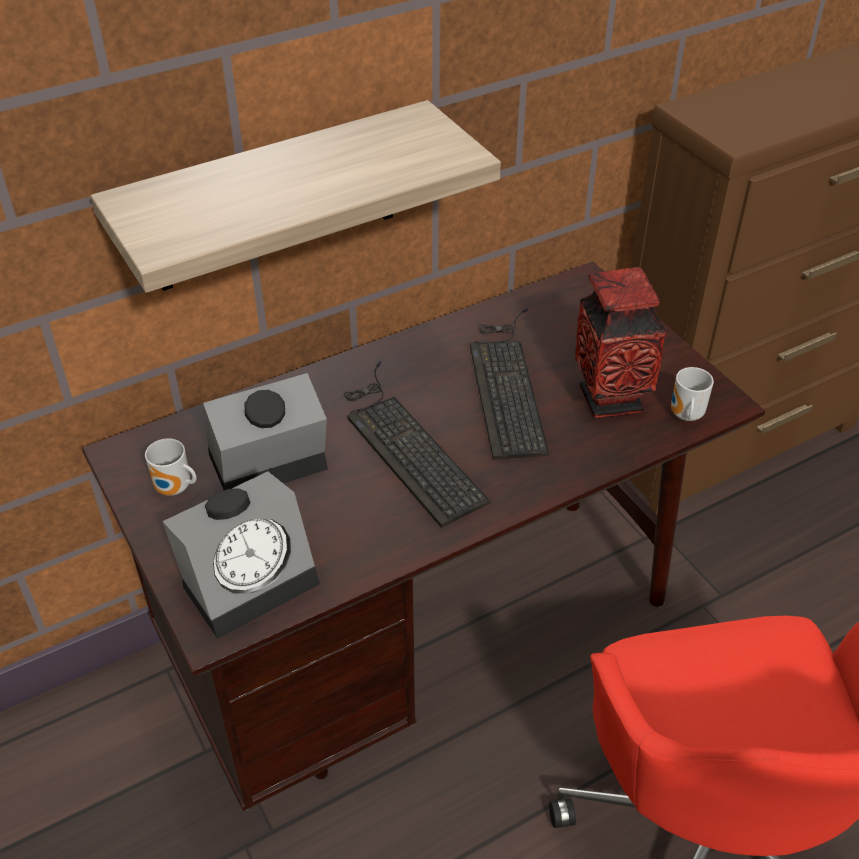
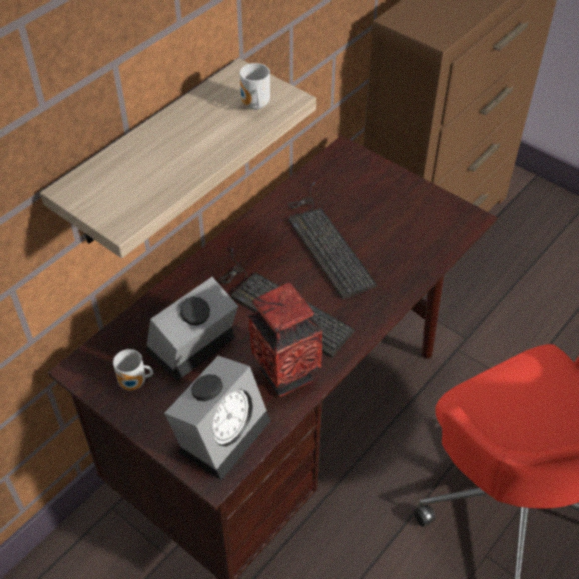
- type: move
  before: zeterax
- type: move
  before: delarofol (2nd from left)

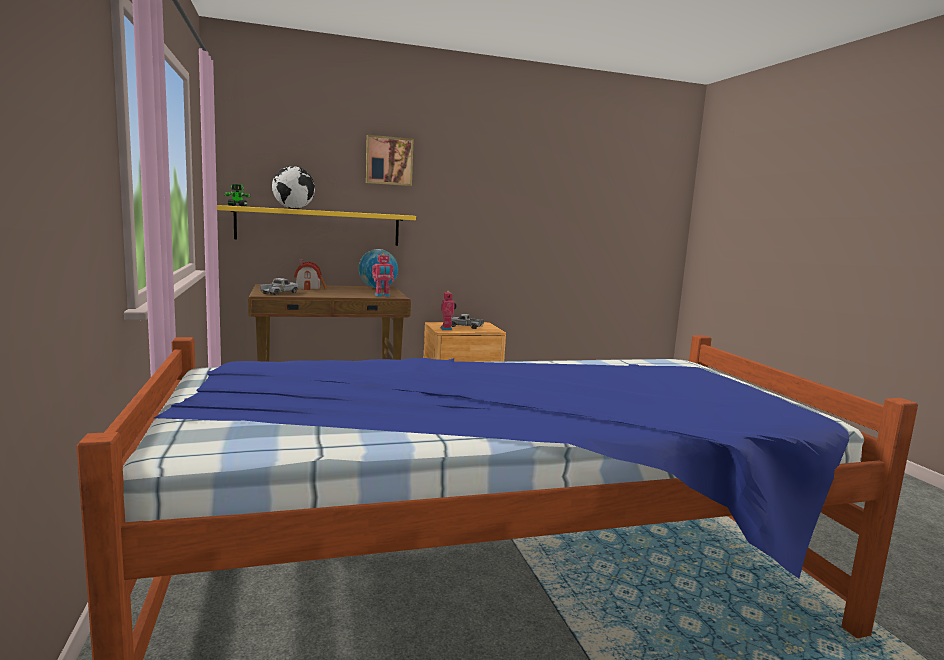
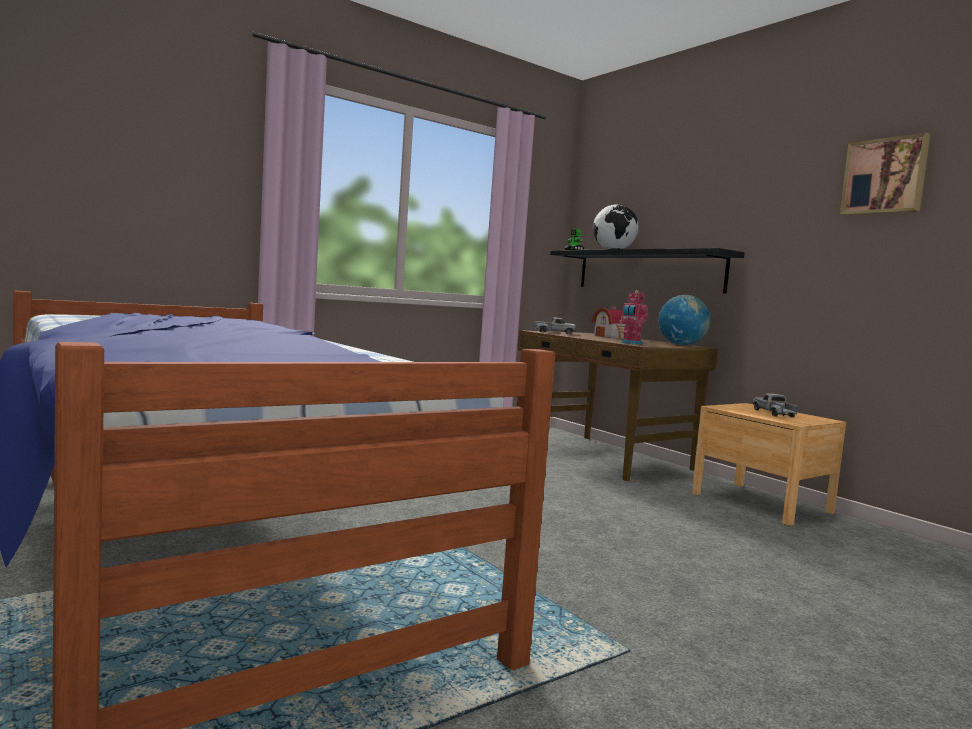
- type: recolor
  before: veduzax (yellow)
  after: veduzax (black)
- type: move
  before: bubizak
- type: delete
  before: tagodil (3rd from left)

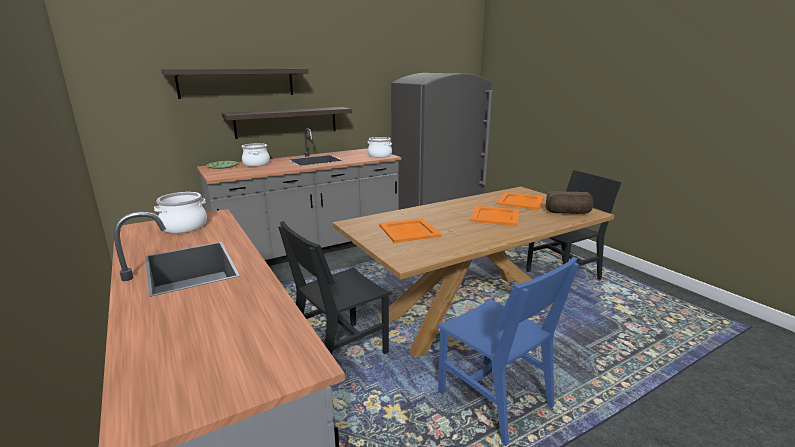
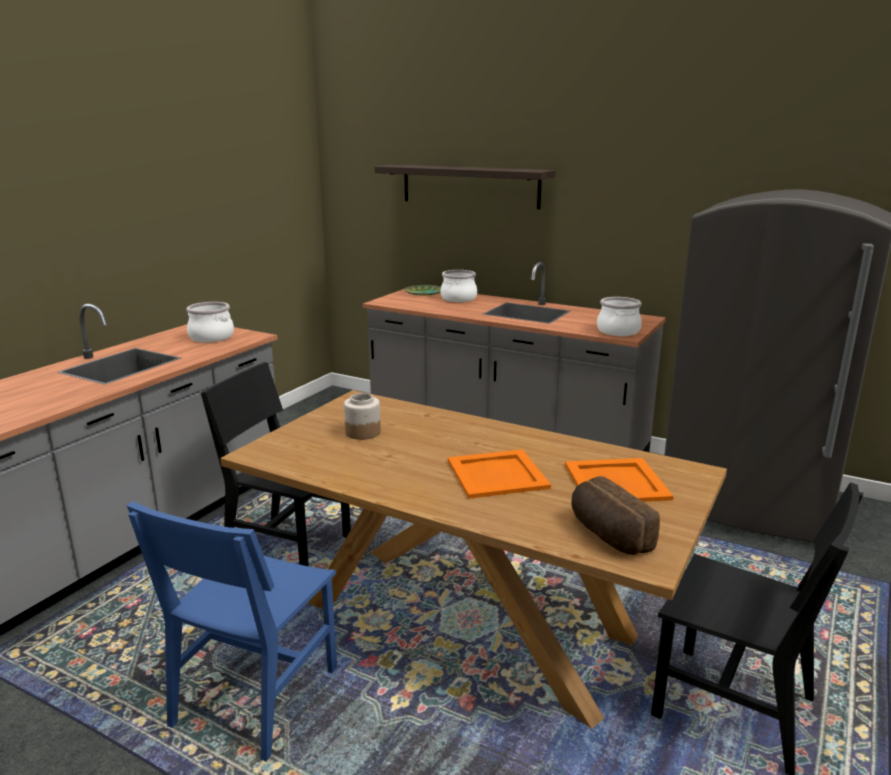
- type: delete
  before: veduzax (2nd from left)
- type: replace
  before: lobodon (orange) (1st from left)
  after: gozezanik

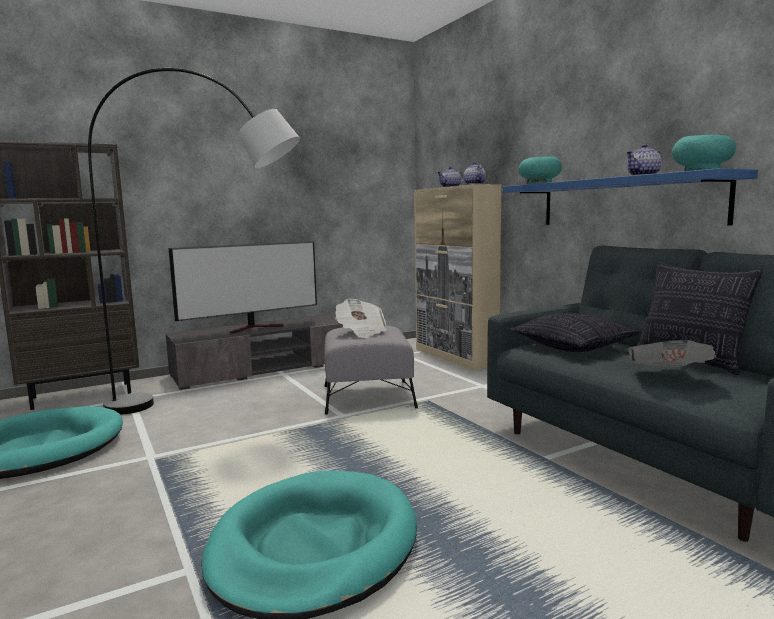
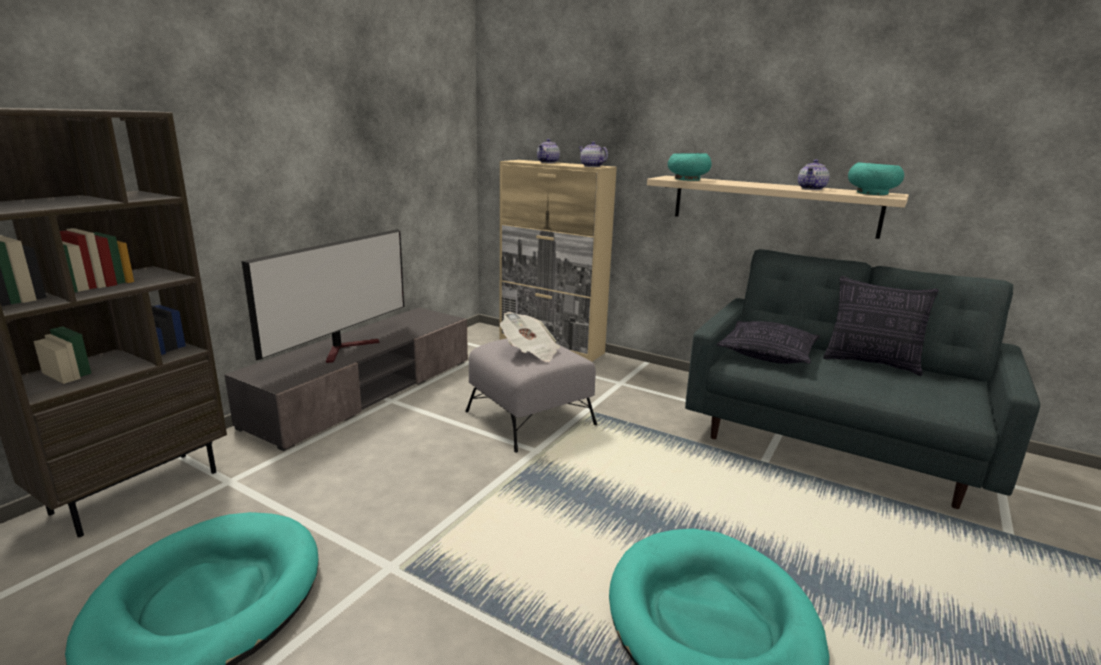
- type: delete
  before: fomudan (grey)
- type: recolor
  before: veduzax (blue)
  after: veduzax (beige)
- type: delete
  before: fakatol (2nd from left)

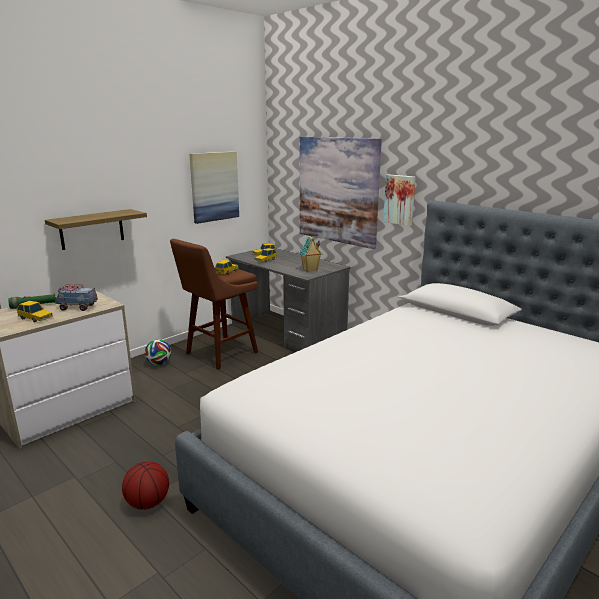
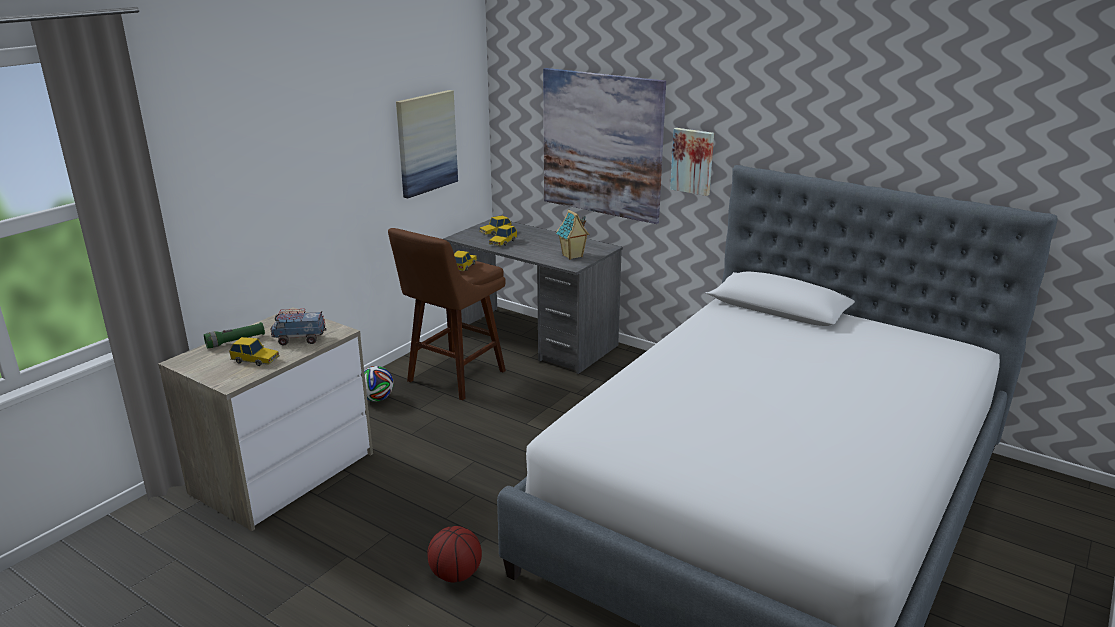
- type: delete
  before: veduzax

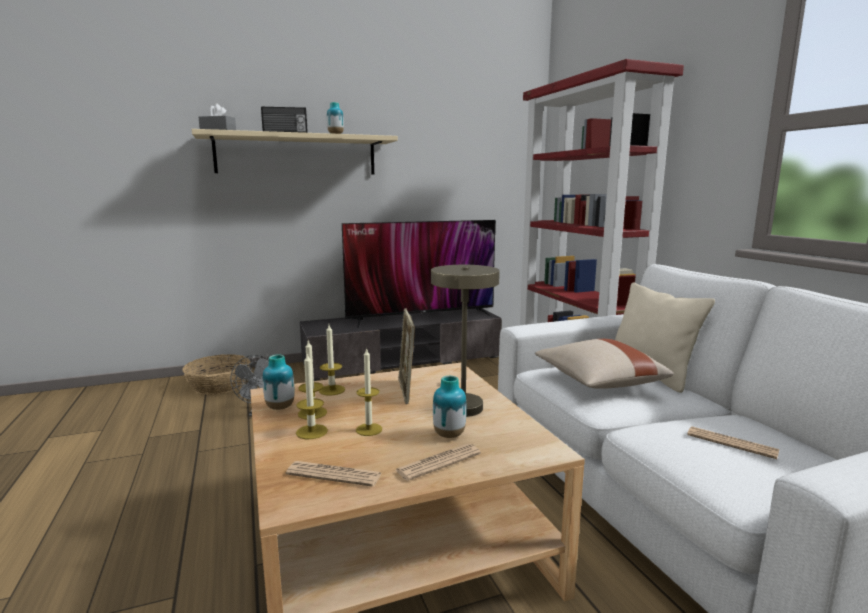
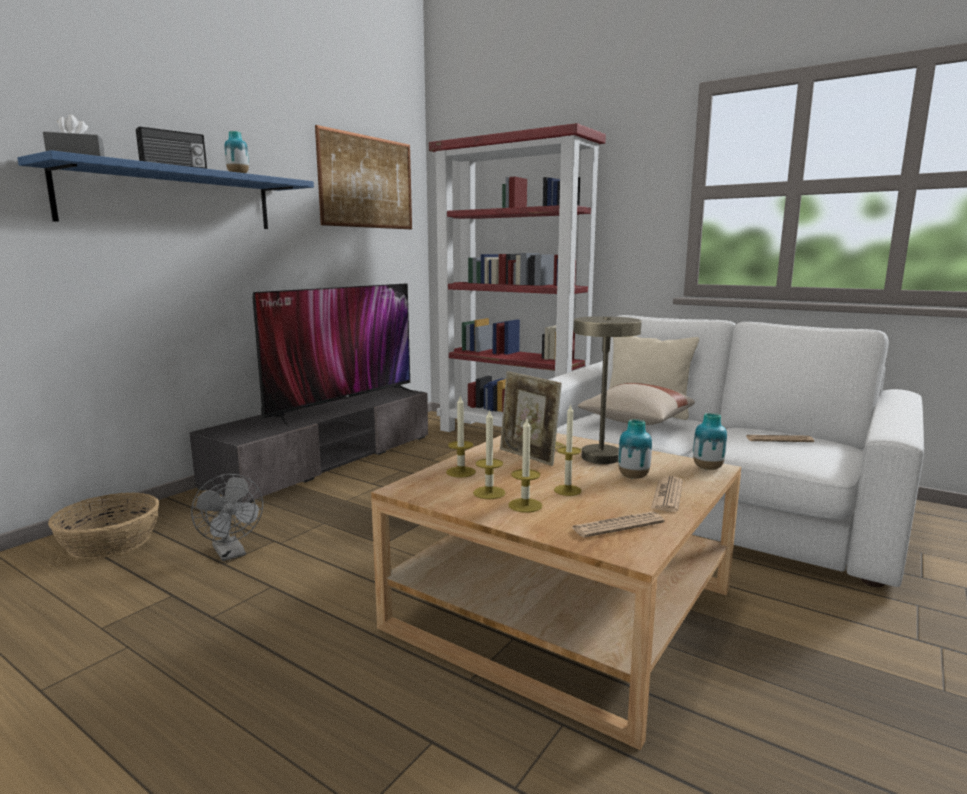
- type: recolor
  before: veduzax (beige)
  after: veduzax (blue)
- type: move
  before: zeterax (1st from left in the first image)
  after: zeterax (3rd from left)
- type: insert
  after: bubizak

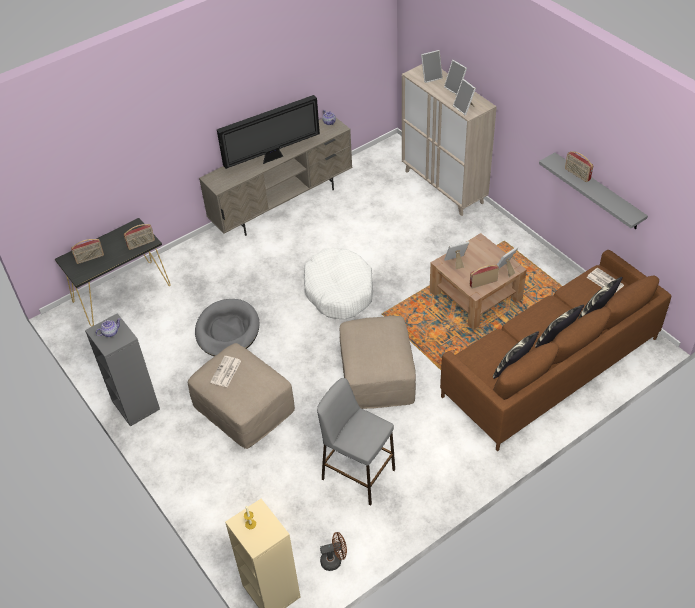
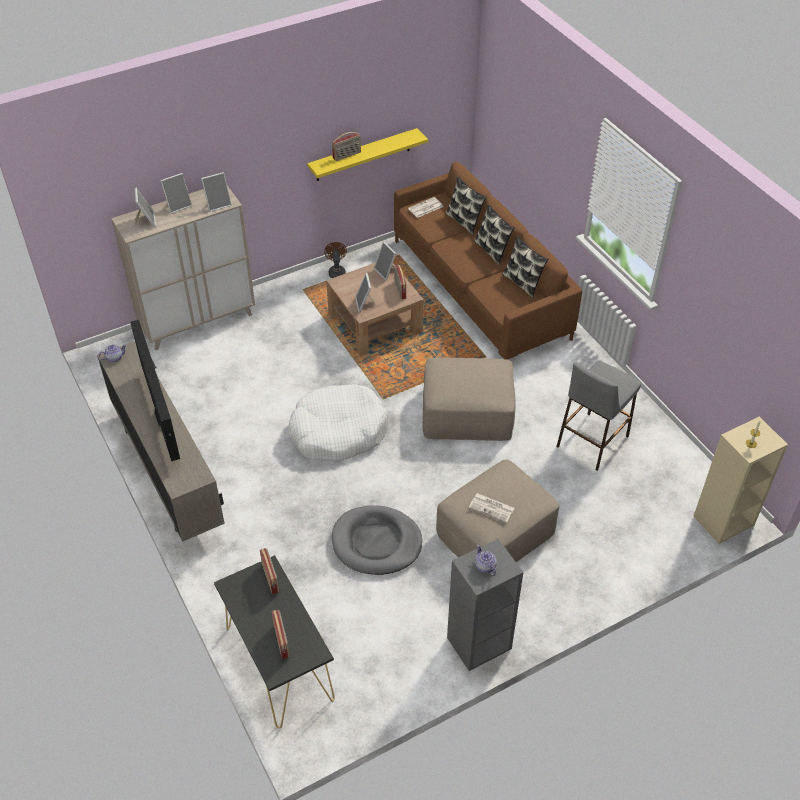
- type: move
  before: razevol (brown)
- type: recolor
  before: veduzax (grey)
  after: veduzax (yellow)

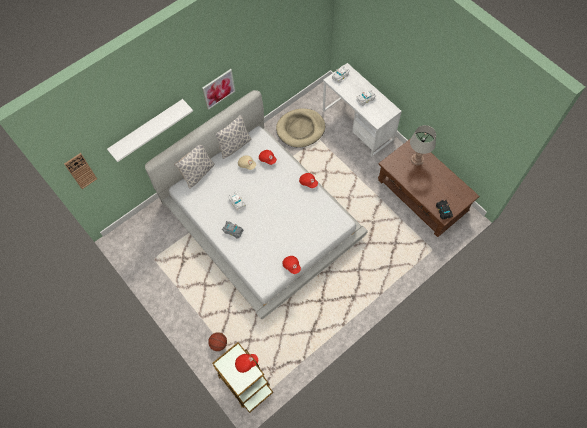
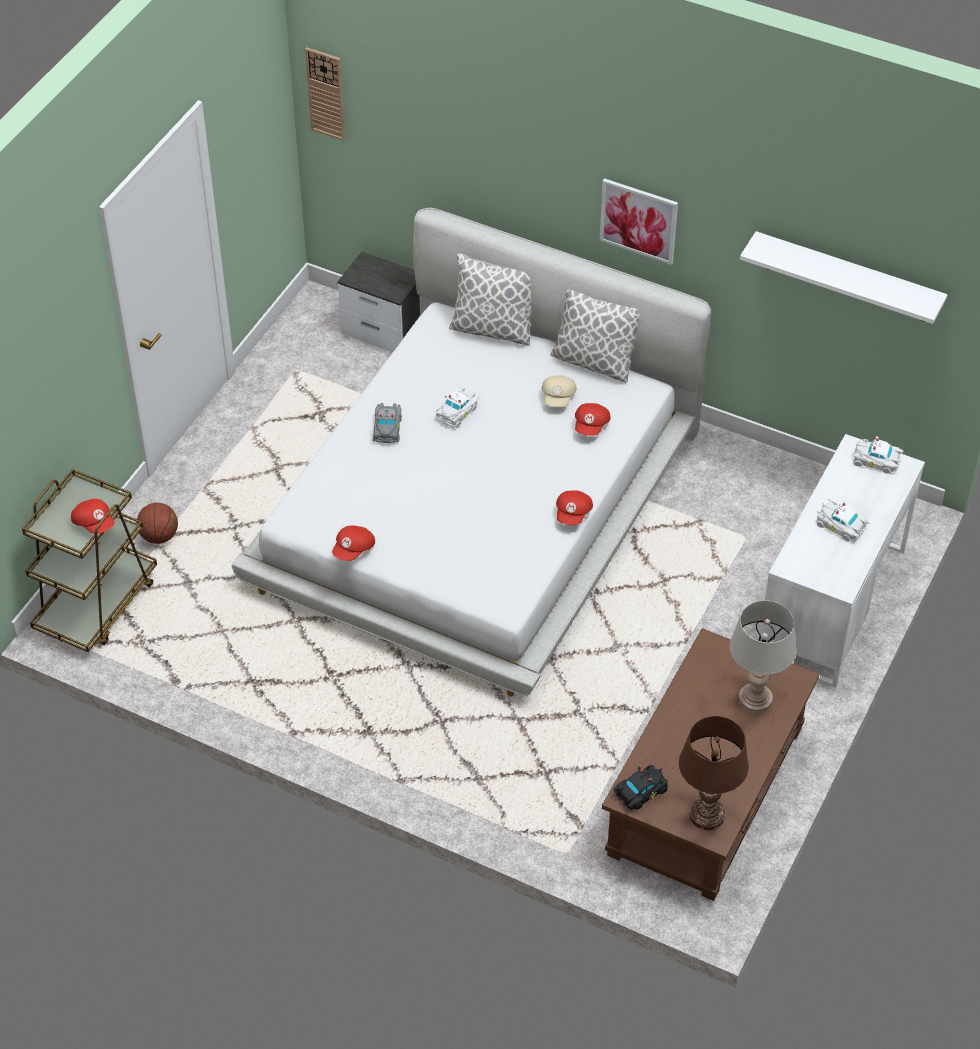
- type: move
  before: veduzax (white)
- type: delete
  before: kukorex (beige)
- type: insert
  after: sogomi
- type: insert
  after: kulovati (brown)

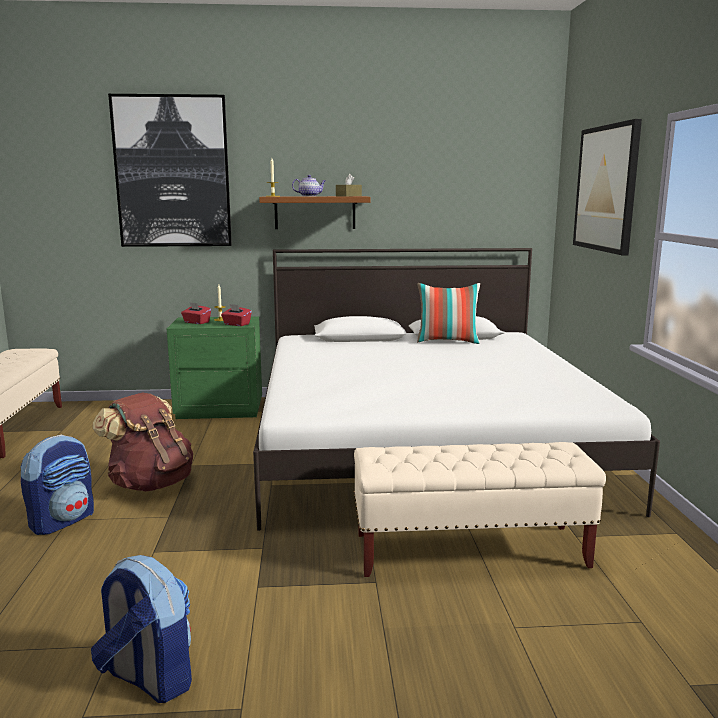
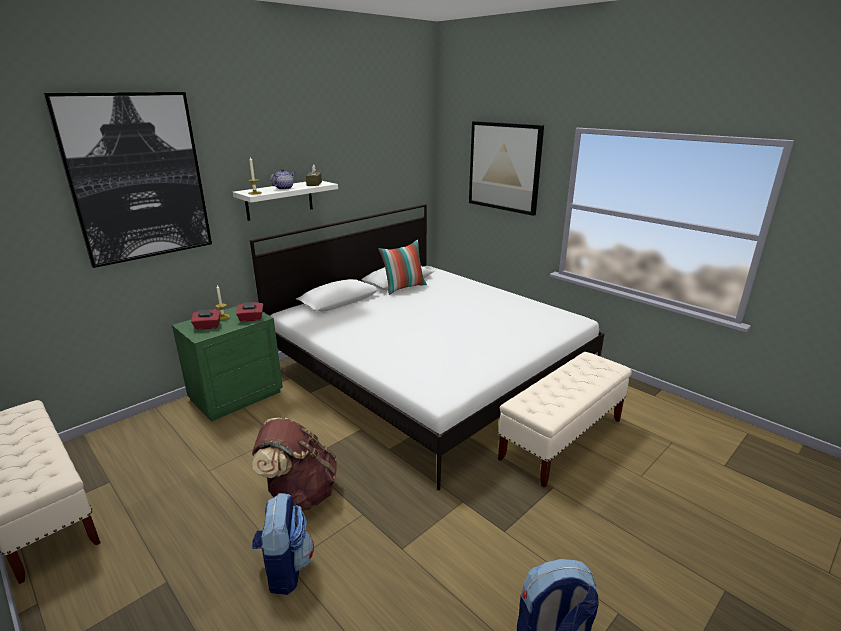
- type: recolor
  before: veduzax (brown)
  after: veduzax (white)

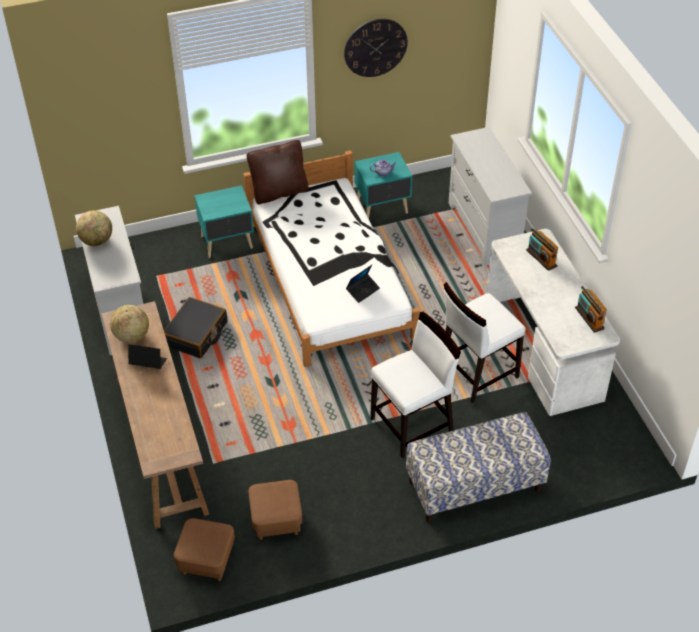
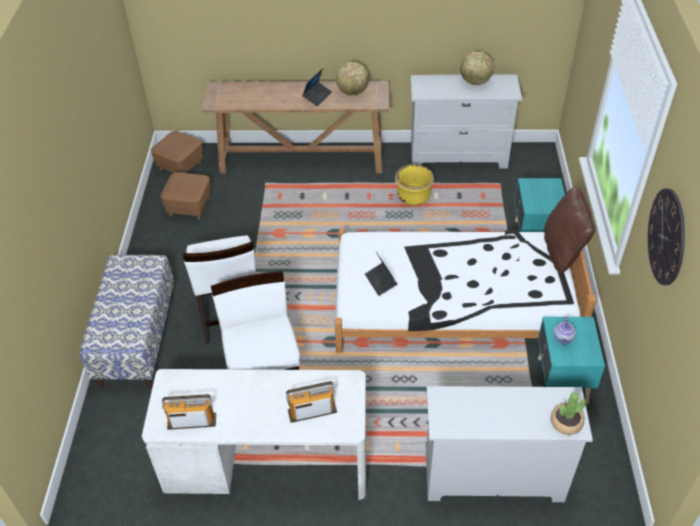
- type: replace
  before: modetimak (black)
  after: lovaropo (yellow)
- type: insert
  after: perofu

